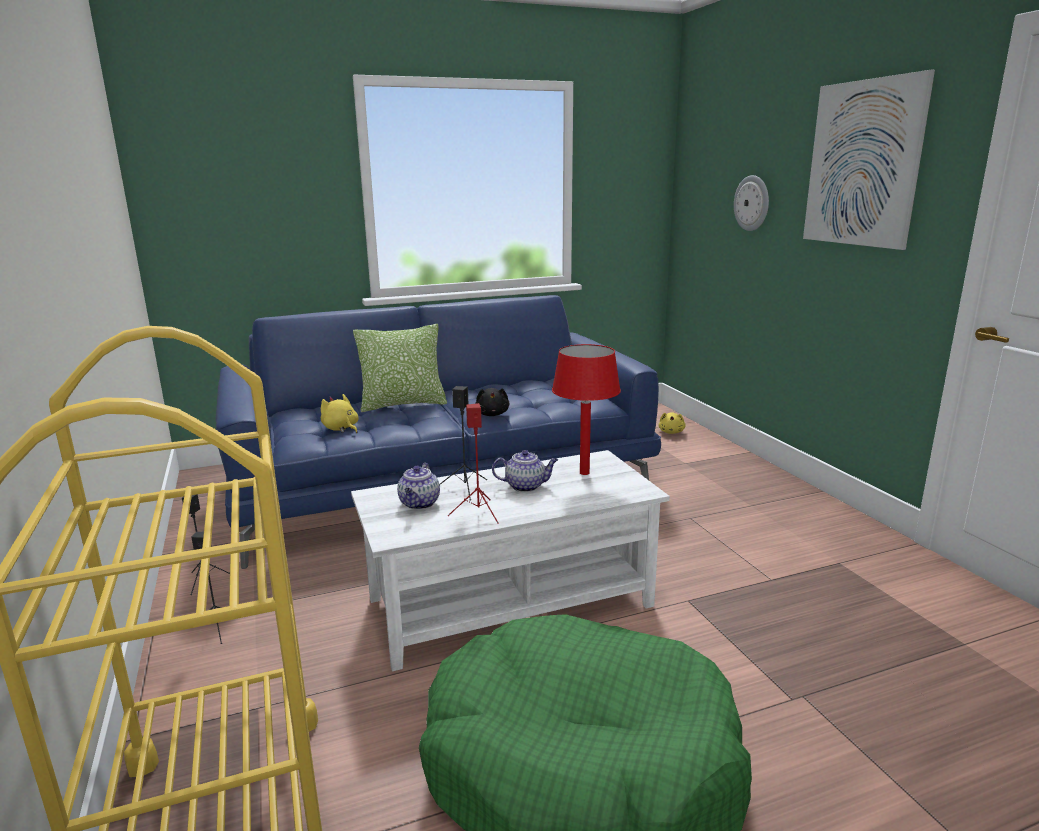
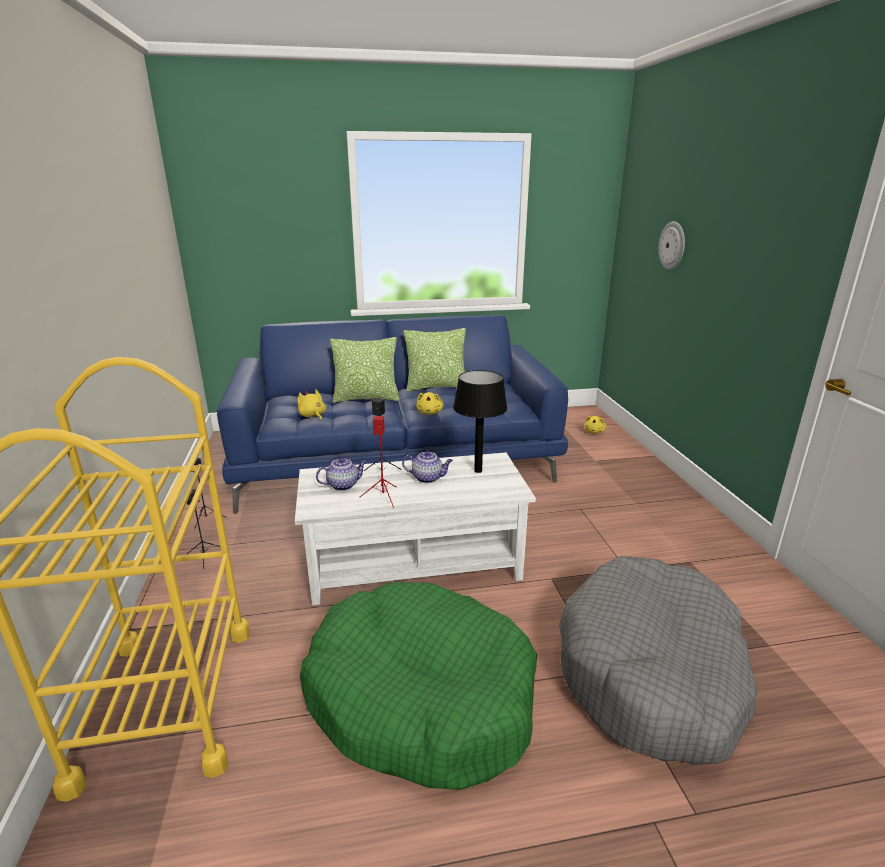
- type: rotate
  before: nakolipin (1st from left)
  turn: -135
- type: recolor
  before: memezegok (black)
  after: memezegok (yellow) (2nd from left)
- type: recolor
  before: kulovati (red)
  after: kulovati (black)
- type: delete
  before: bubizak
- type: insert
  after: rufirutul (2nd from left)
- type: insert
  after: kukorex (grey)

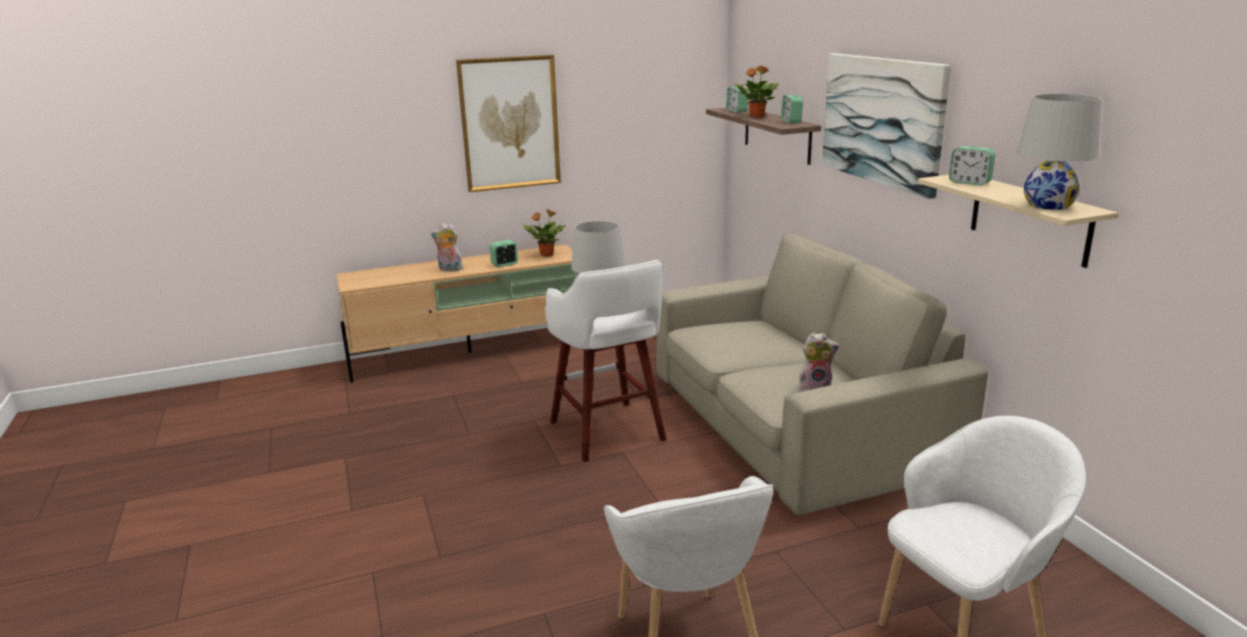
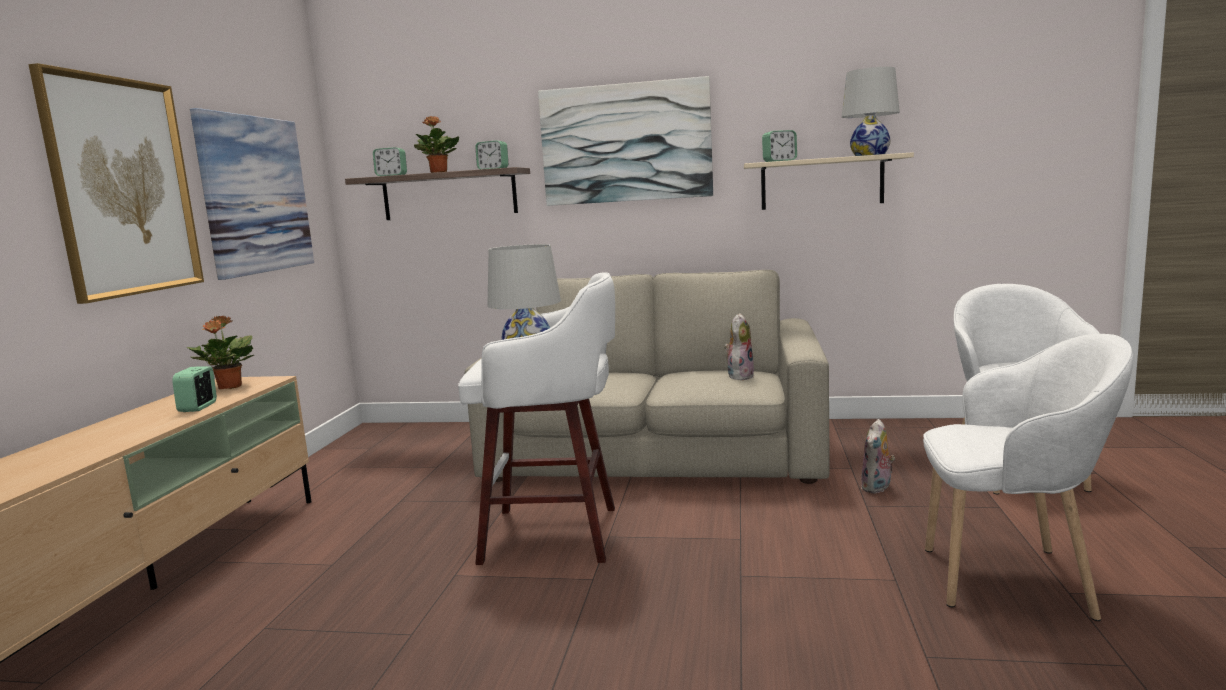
- type: move
  before: memezegok (1st from left in the first image)
  after: memezegok (2nd from left)
- type: insert
  after: bubizak (2nd from left)

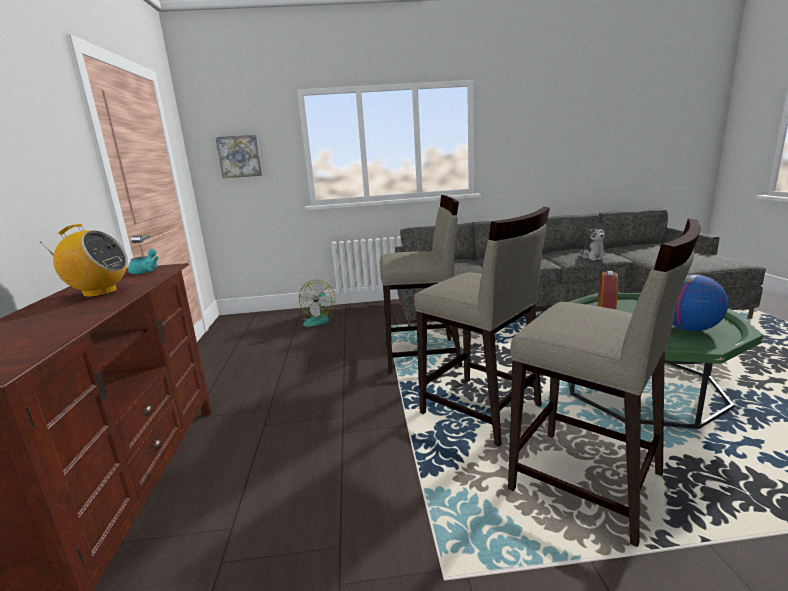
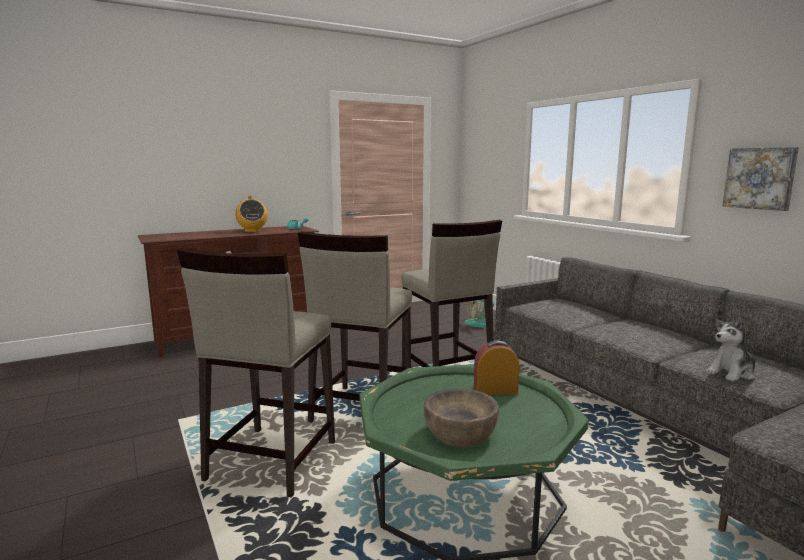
- type: move
  before: bubizak
- type: replace
  before: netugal
  after: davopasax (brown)

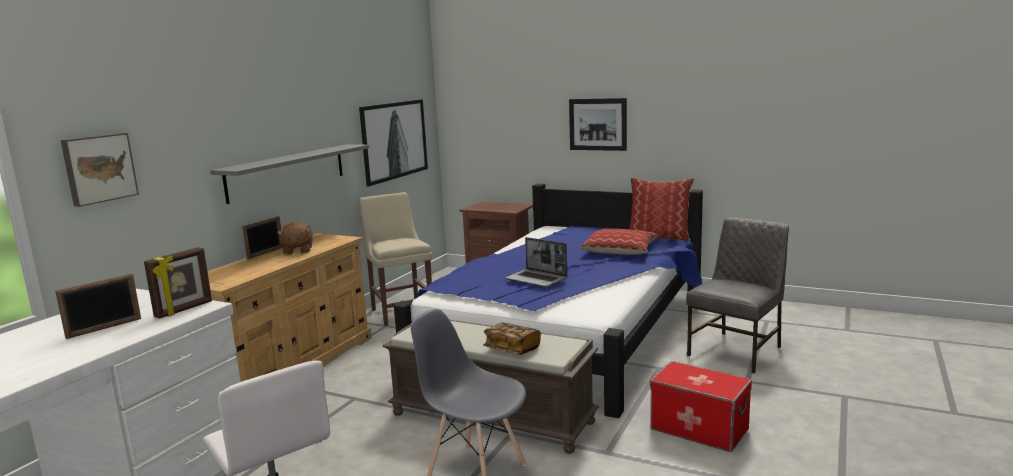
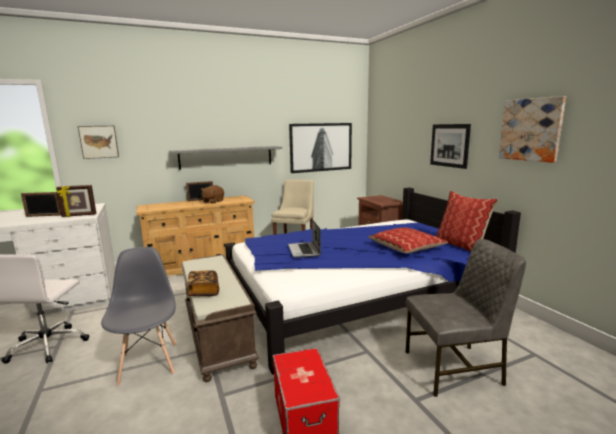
- type: insert
  after: bubizak (4th from left)

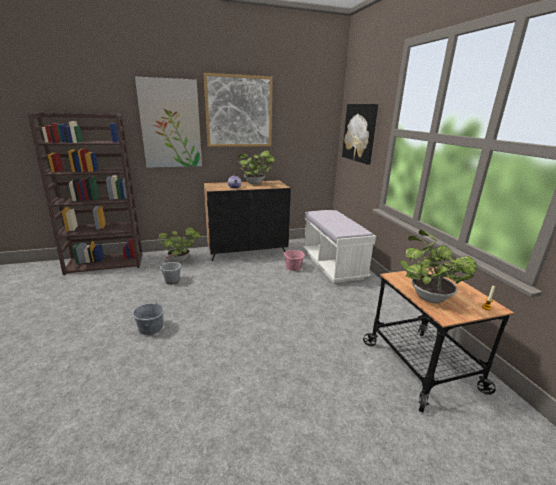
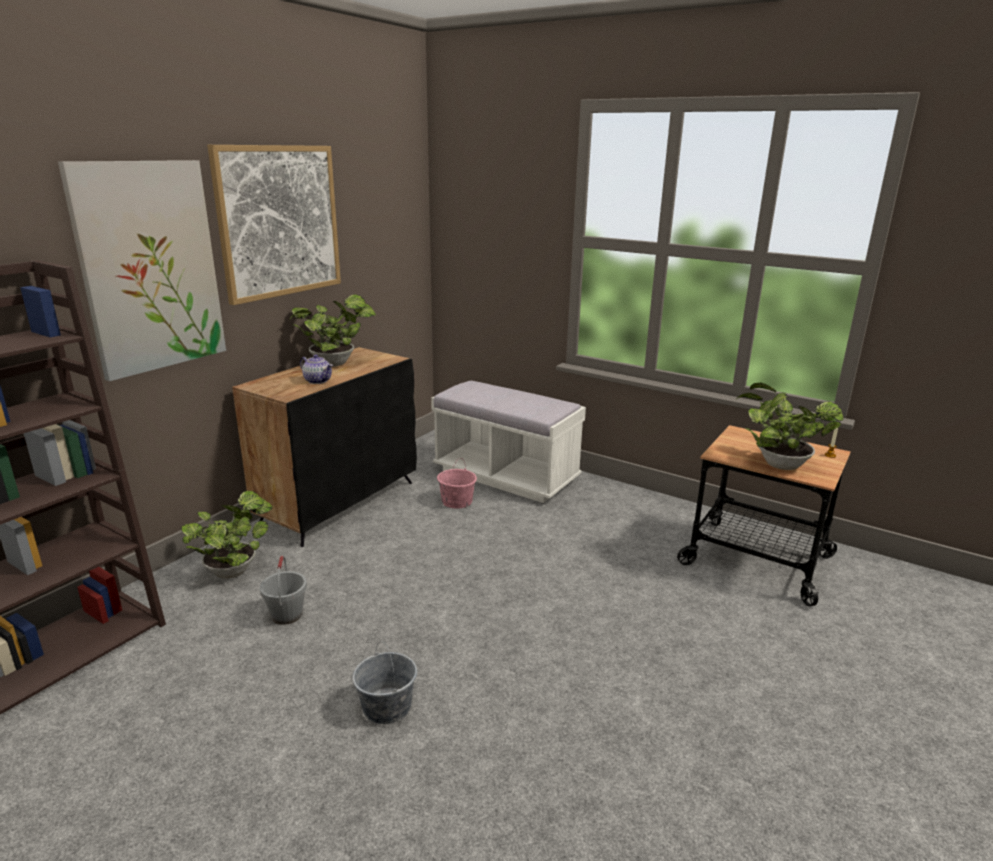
- type: delete
  before: bubizak (3rd from left)

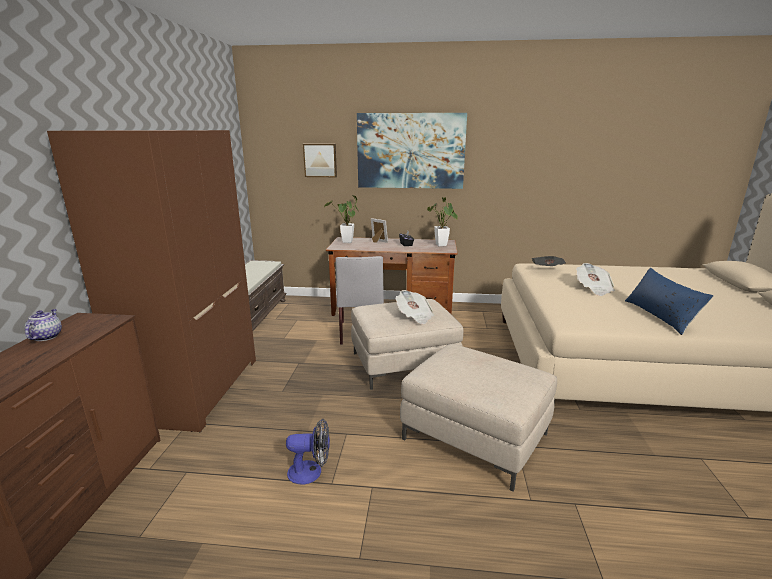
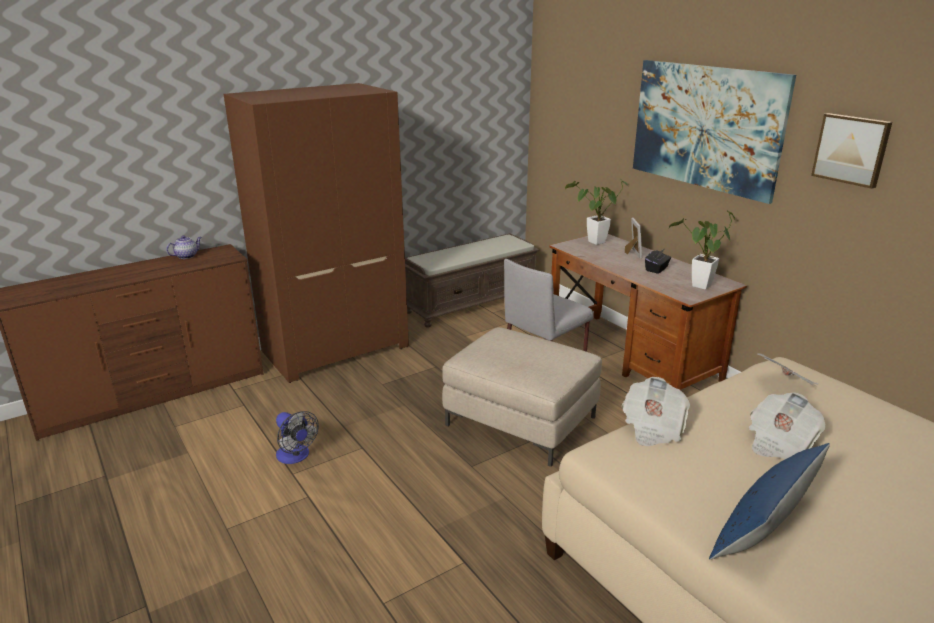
- type: move
  before: bubizak (1st from left in the first image)
  after: bubizak (2nd from left)
- type: move
  before: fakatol (1st from left)
- type: delete
  before: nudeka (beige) (2nd from left)

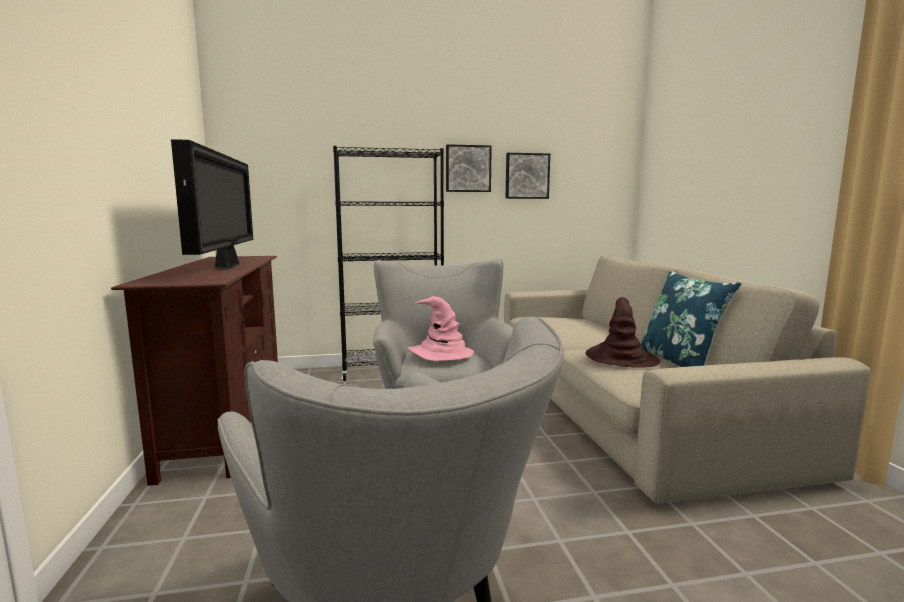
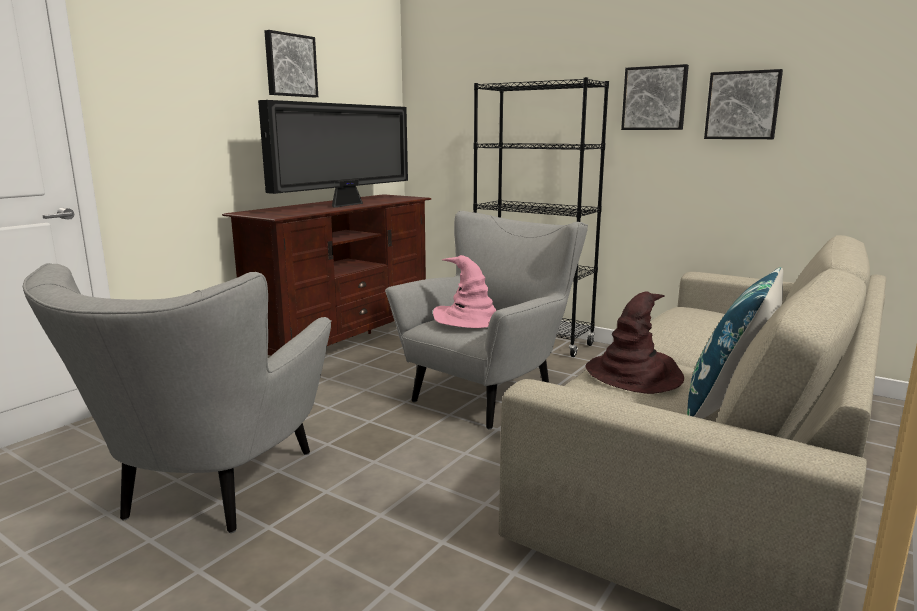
- type: insert
  after: bubizak (1st from left)

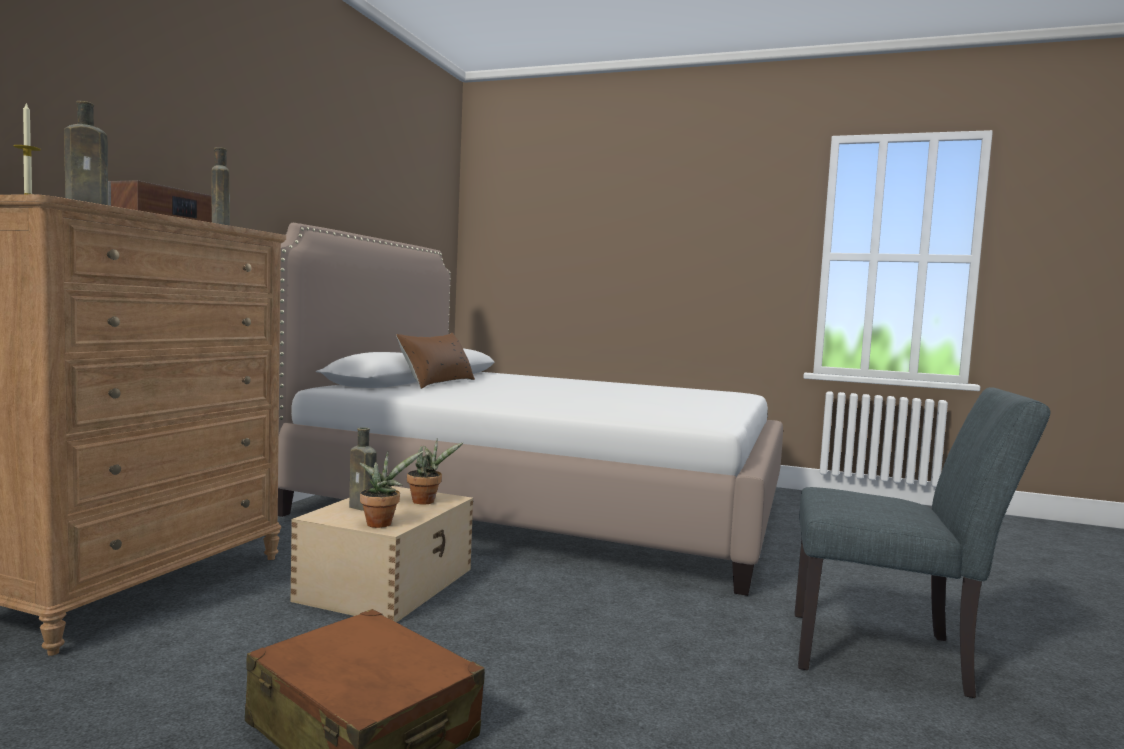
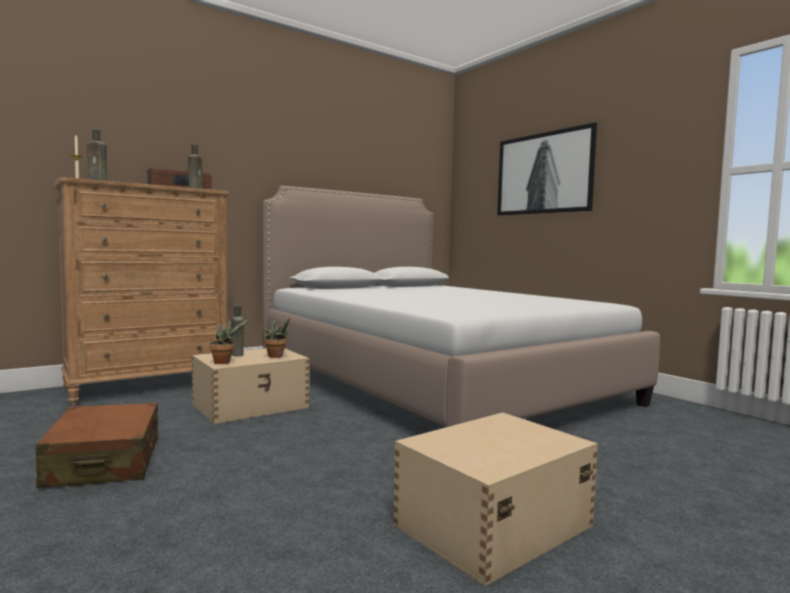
- type: delete
  before: rufirutul (brown)
- type: replace
  before: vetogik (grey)
  after: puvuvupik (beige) (2nd from left)
- type: insert
  after: bubizak

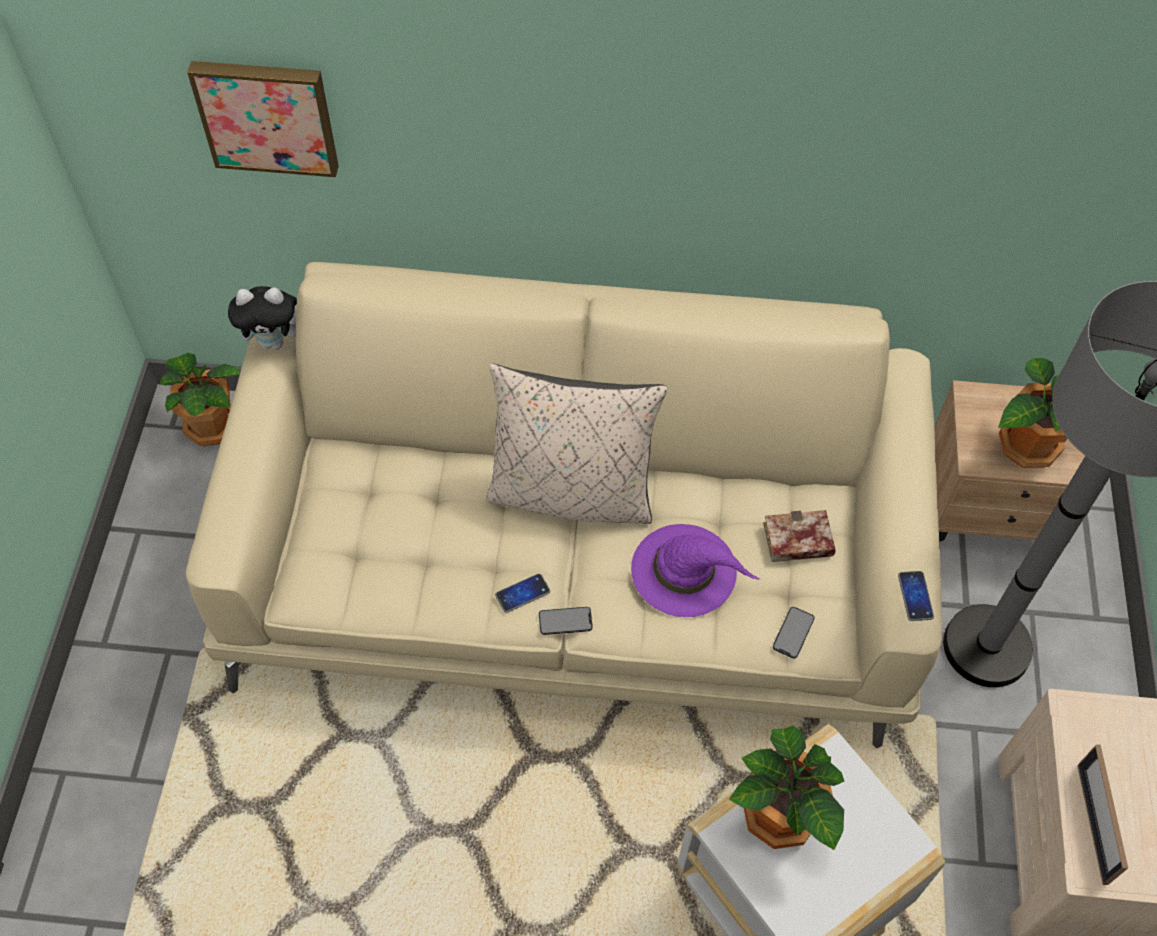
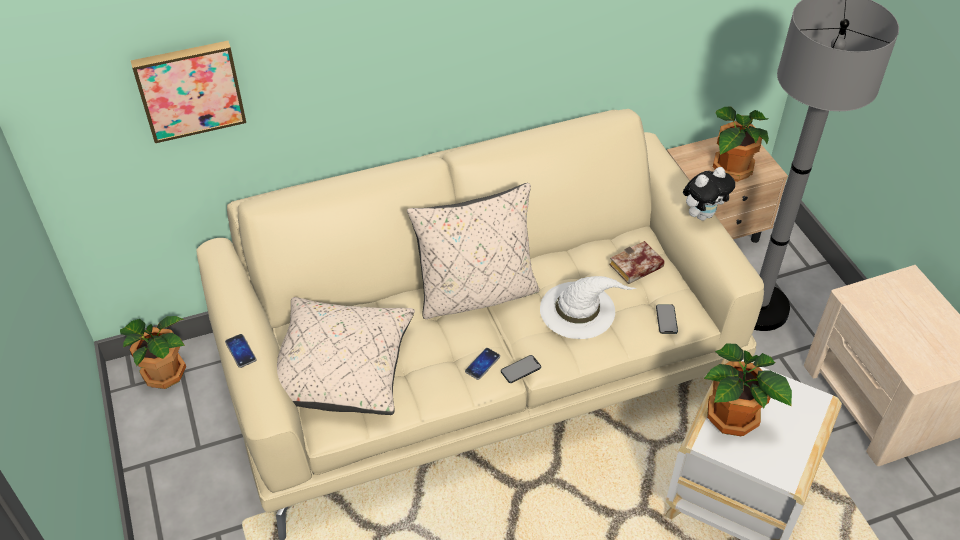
- type: move
  before: memezegok
- type: recolor
  before: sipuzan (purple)
  after: sipuzan (white)
- type: move
  before: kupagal (4th from left in the first image)
  after: kupagal (1st from left)
- type: delete
  before: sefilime
- type: insert
  after: rufirutul (beige) (1st from left)

